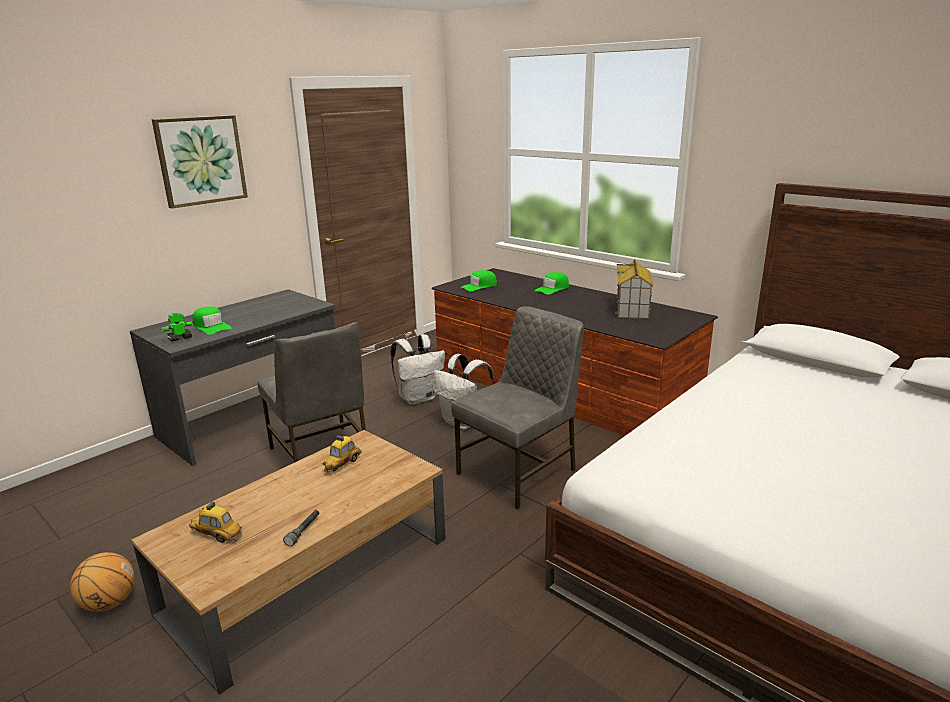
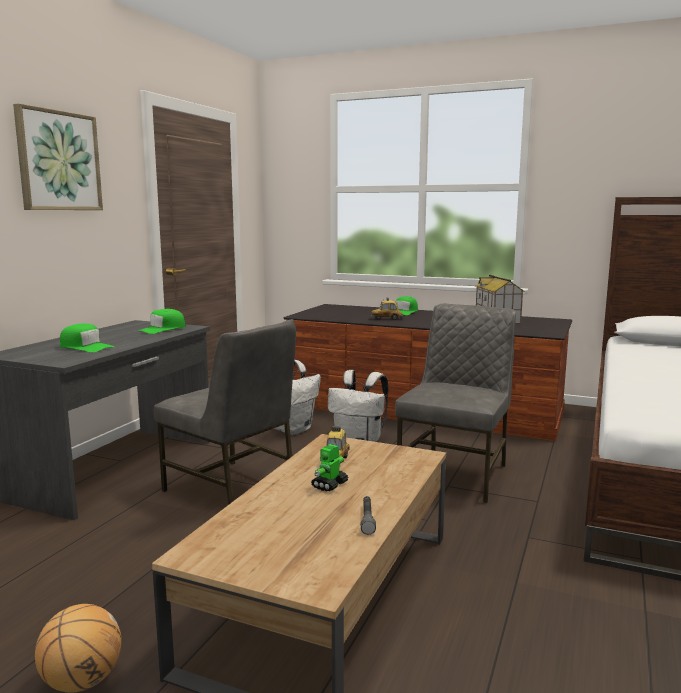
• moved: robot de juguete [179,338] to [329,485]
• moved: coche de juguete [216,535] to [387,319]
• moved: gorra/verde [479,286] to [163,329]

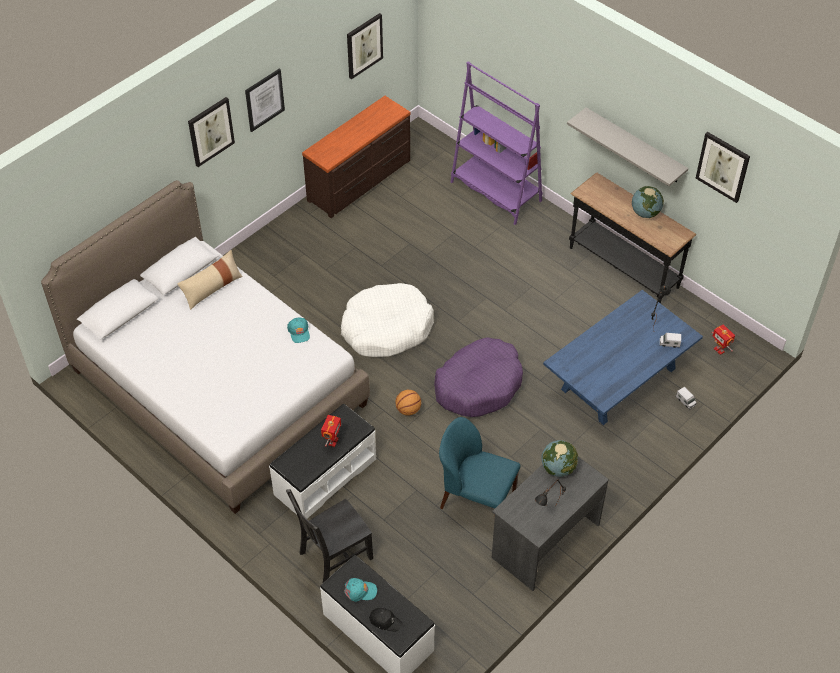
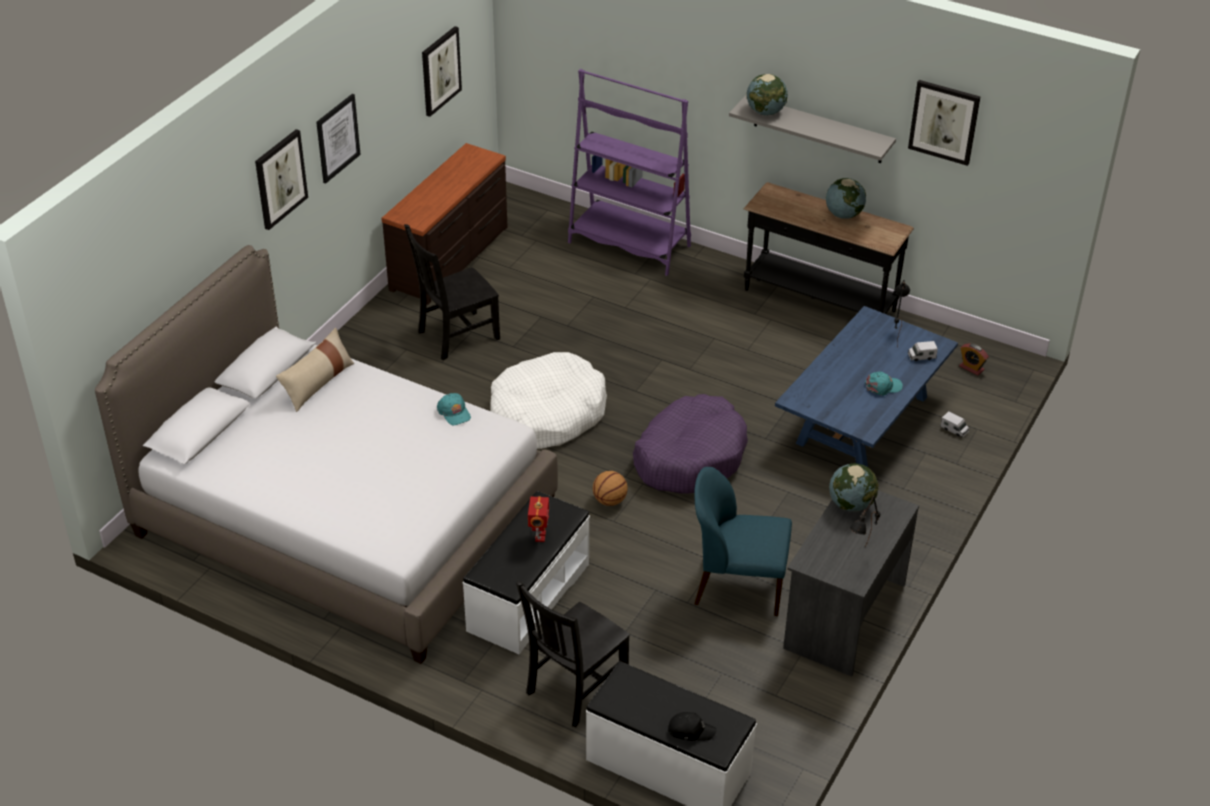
• moved: gorra/turquesa [360,591] to [883,386]
• replaced: robot de juguete [719,350] to despertador [971,368]
• added: silla/negro [456,336]
• added: globo terráqueo [765,112]

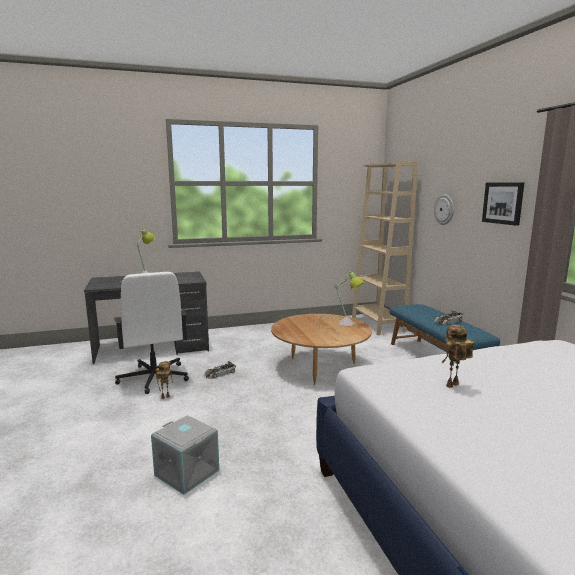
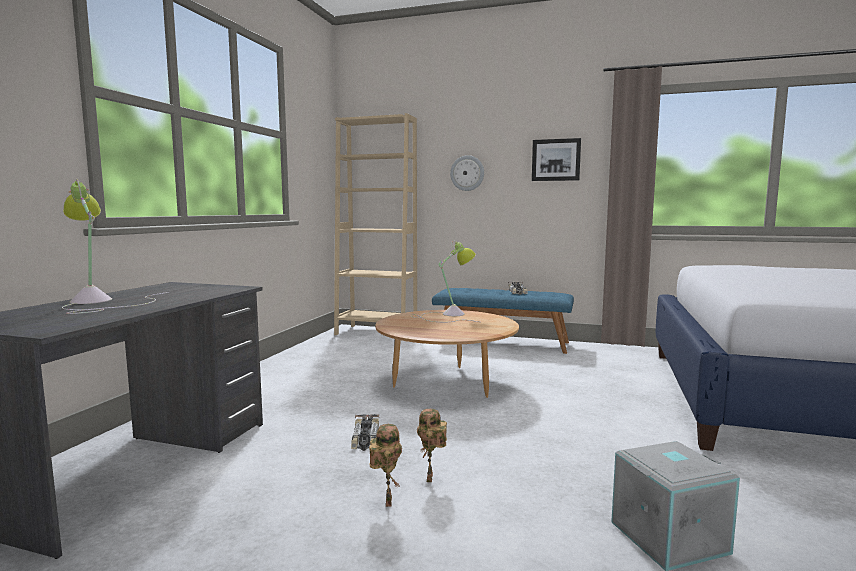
• removed: silla de oficina/blanco [154,378]
• moved: robot de juguete [453,386] to [431,478]

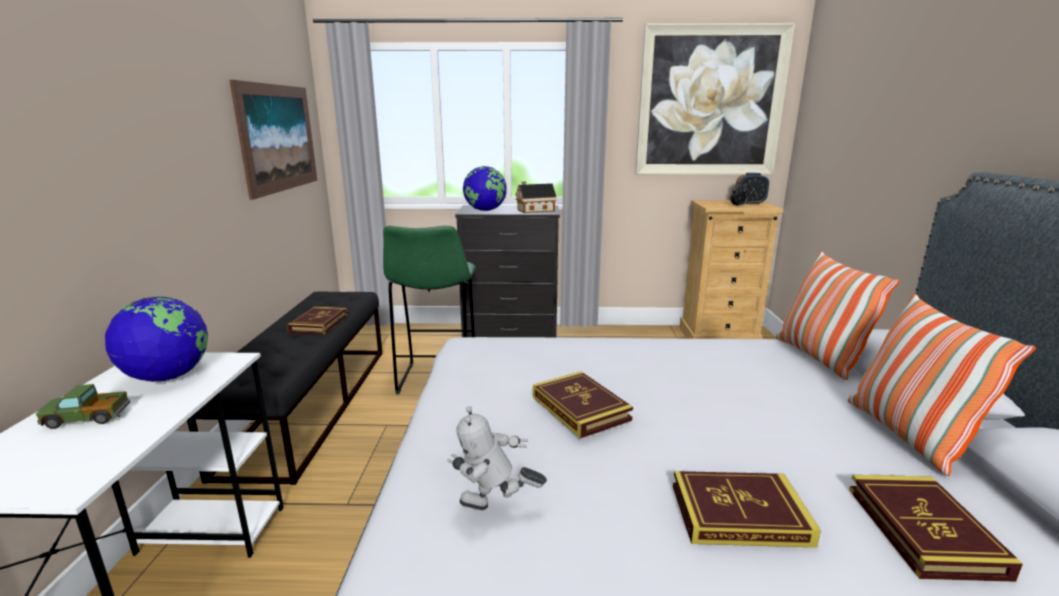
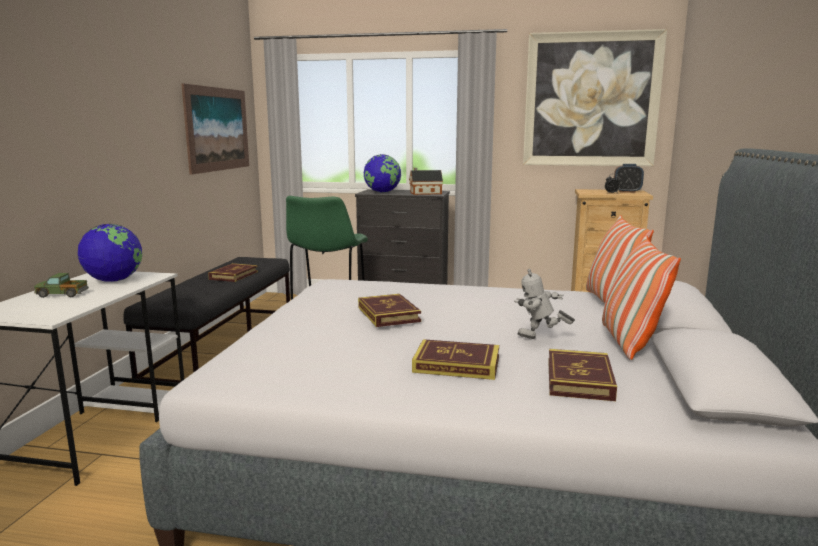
• moved: robot de juguete [495,511] to [540,340]

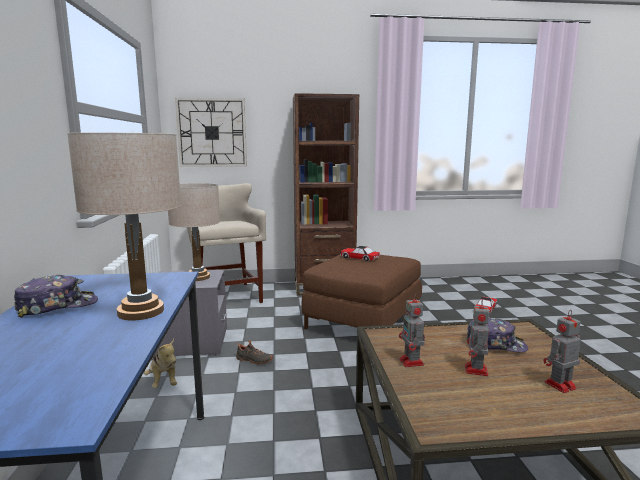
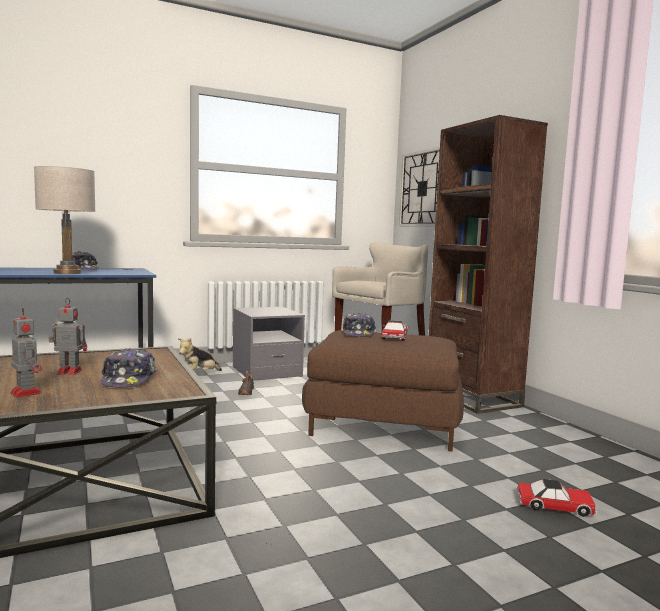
• removed: lámpara de mesa/beis [198,277]
• removed: robot de juguete [412,362]
• added: gorra [358,333]

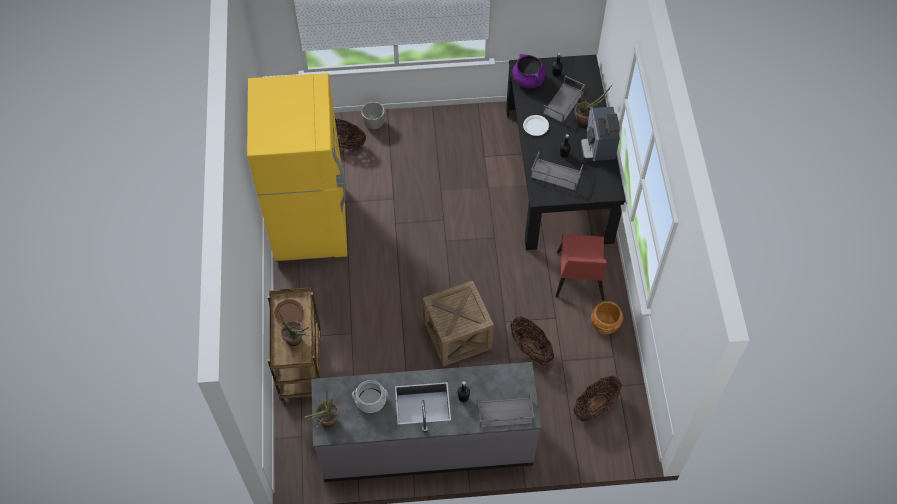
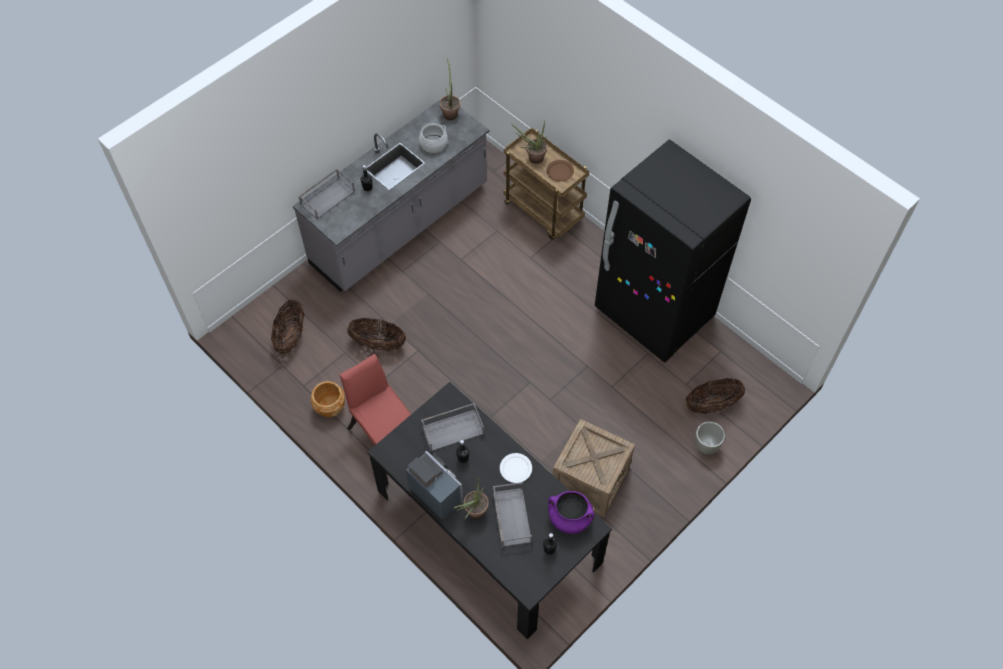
• recoloured: nevera/amarillo [310,224] to nevera/negro [654,313]
• moved: caja de embalaje [457,335] to [590,480]

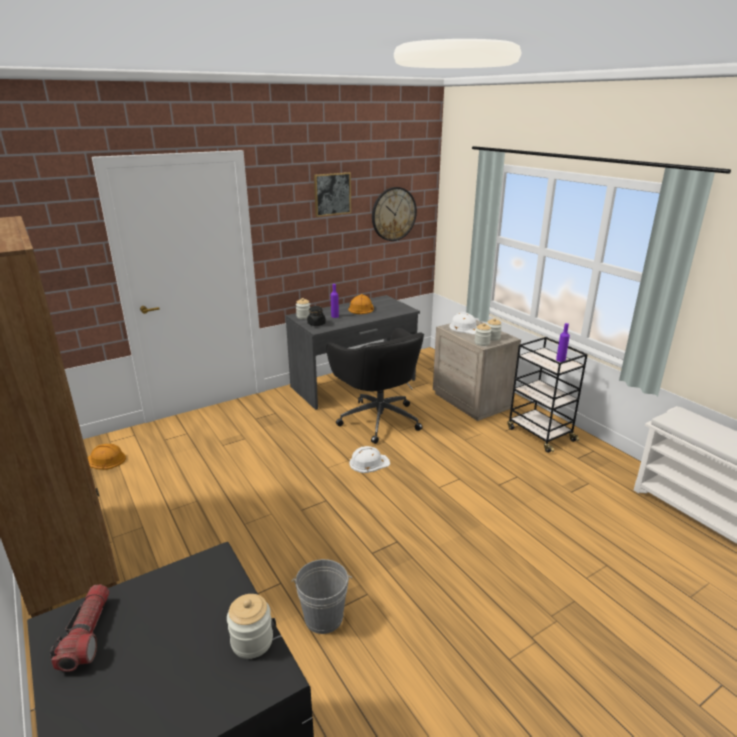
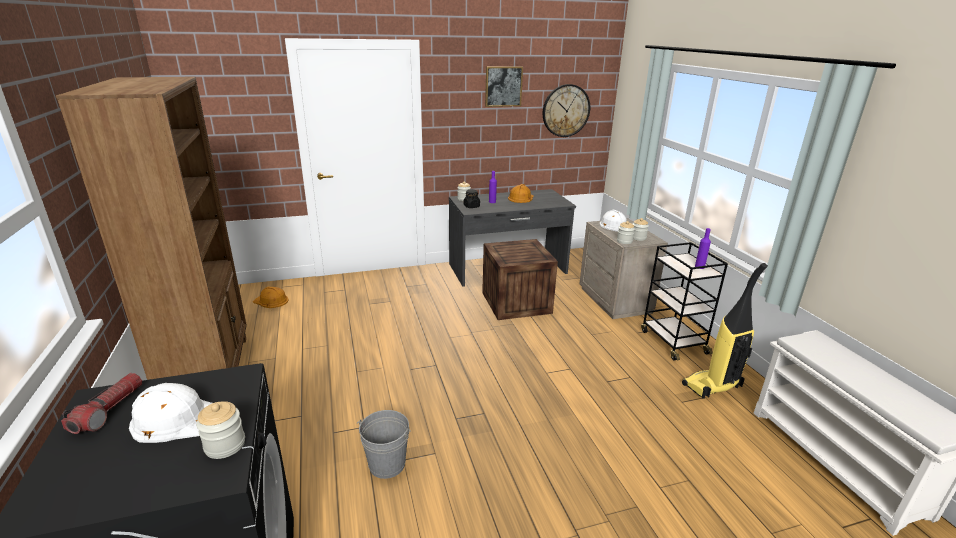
• replaced: silla de oficina/negro [378,419] to caja de embalaje [516,303]
• moved: casco/blanco [369,462] to [176,419]
• added: aspiradora [712,386]

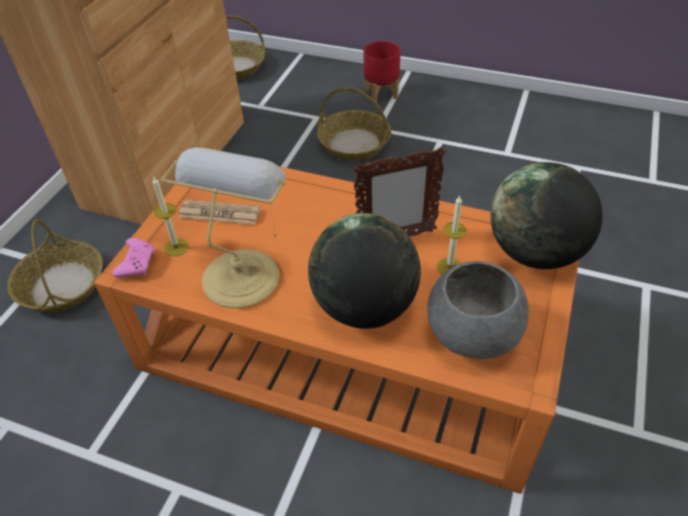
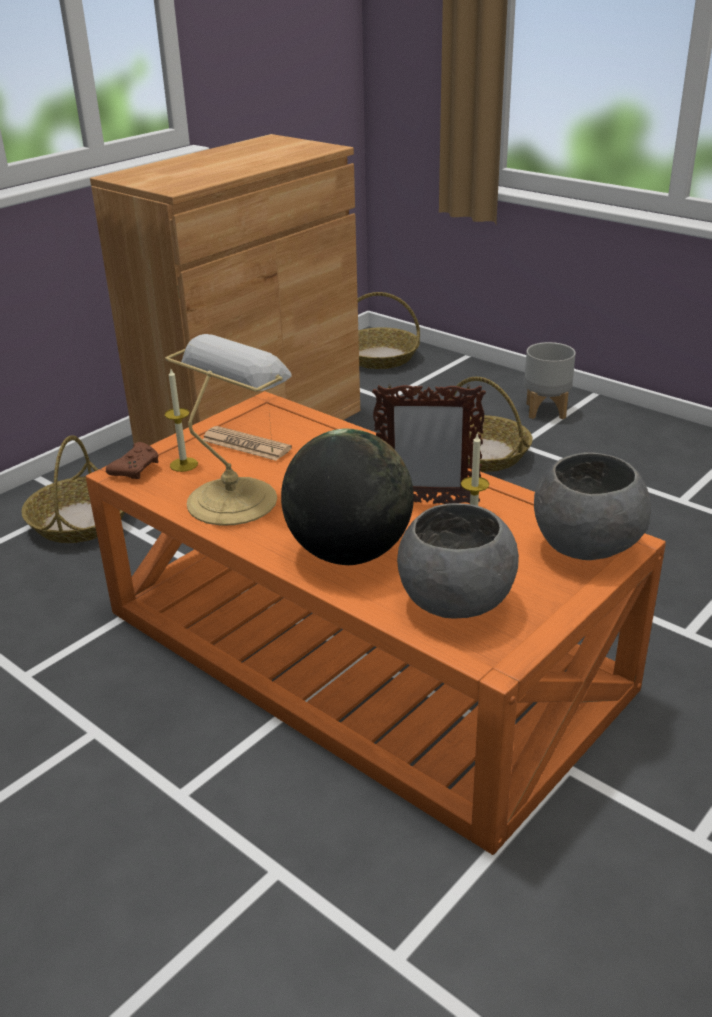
• recoloured: mando de consola/rosa [137,263] to mando de consola/marrón [136,468]
• recoloured: maceta/rojo [381,94] to maceta/gris [546,411]
• replaced: globo terráqueo [535,253] to cuenco/gris [587,547]

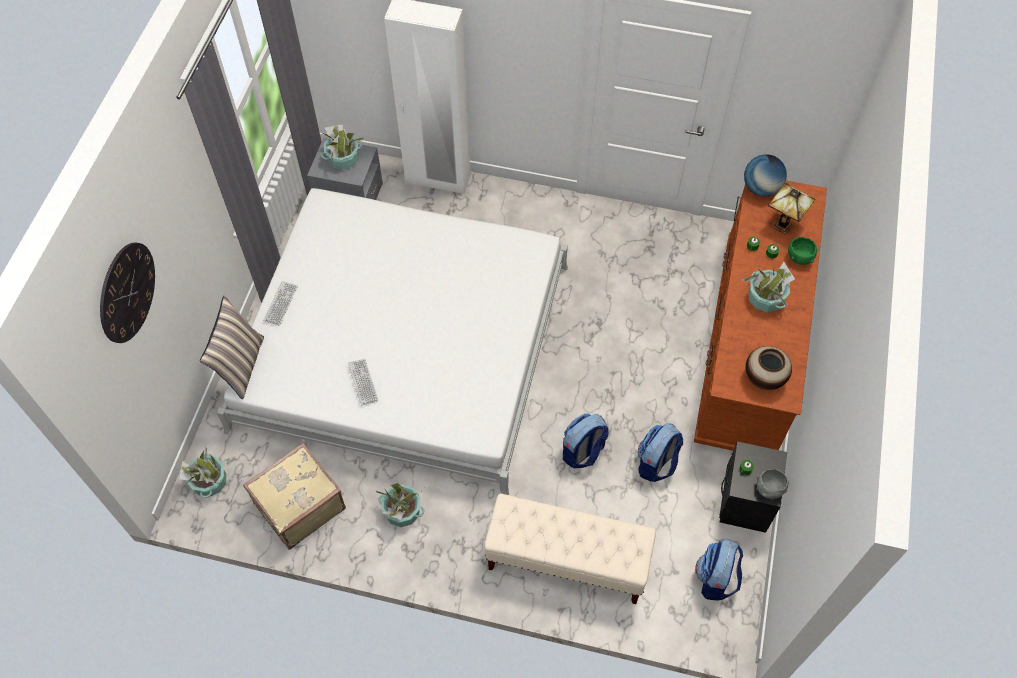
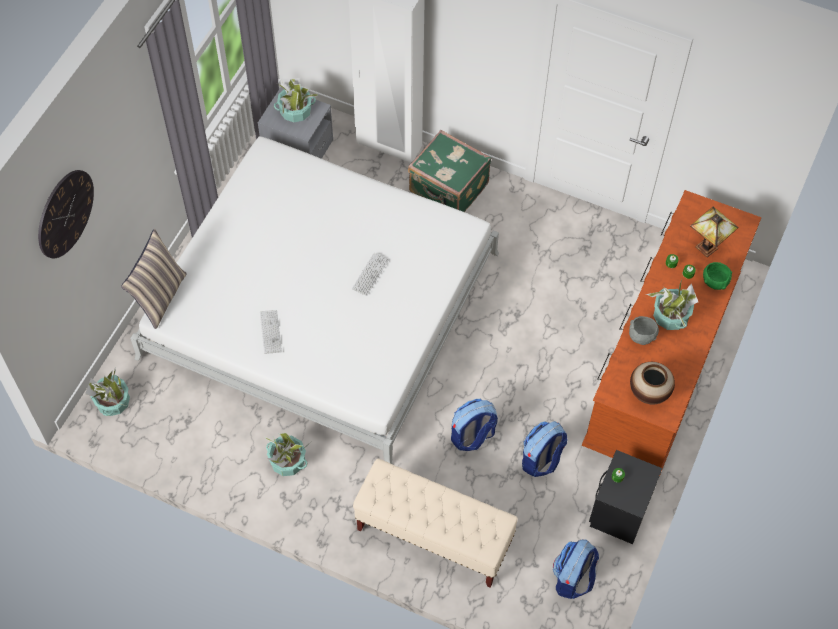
• removed: maleta/beis [298,505]
• moved: teclado [280,303] to [370,275]
• removed: globo terráqueo [761,188]
• moved: cuenco/gris [769,489] to [641,337]
• added: maleta/verde [448,189]

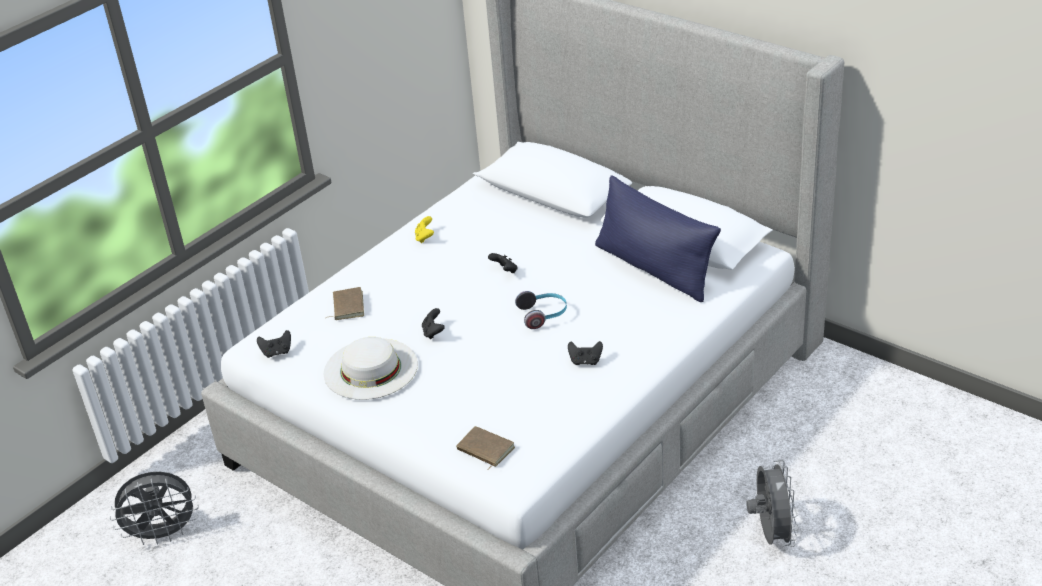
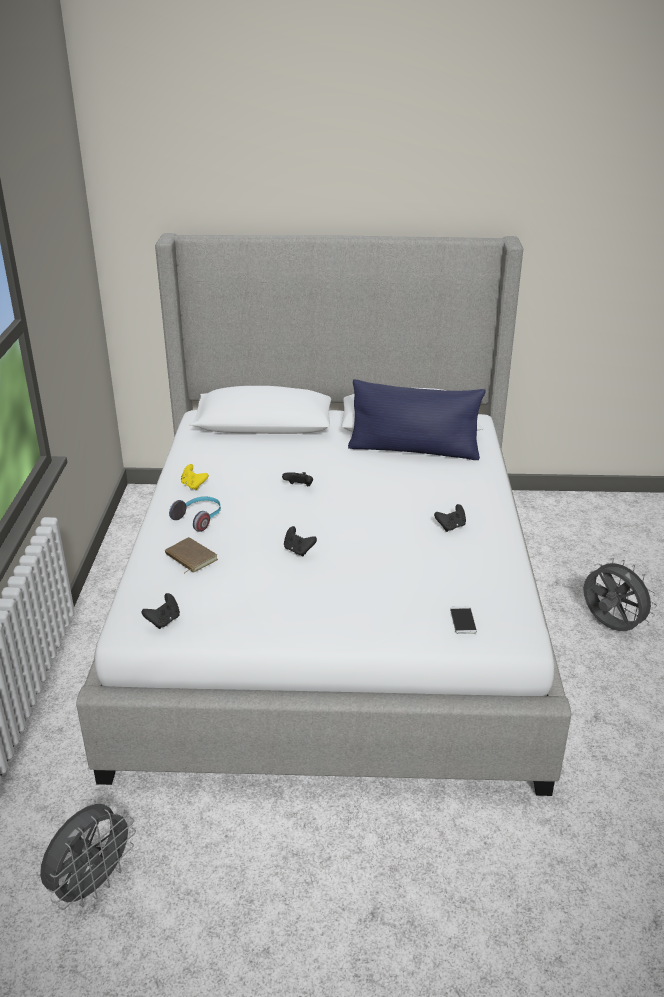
• removed: sombrero/blanco [370,369]
• replaced: libro/marrón [484,450] to móvil [463,620]
• moved: auriculares [543,315] to [199,519]

